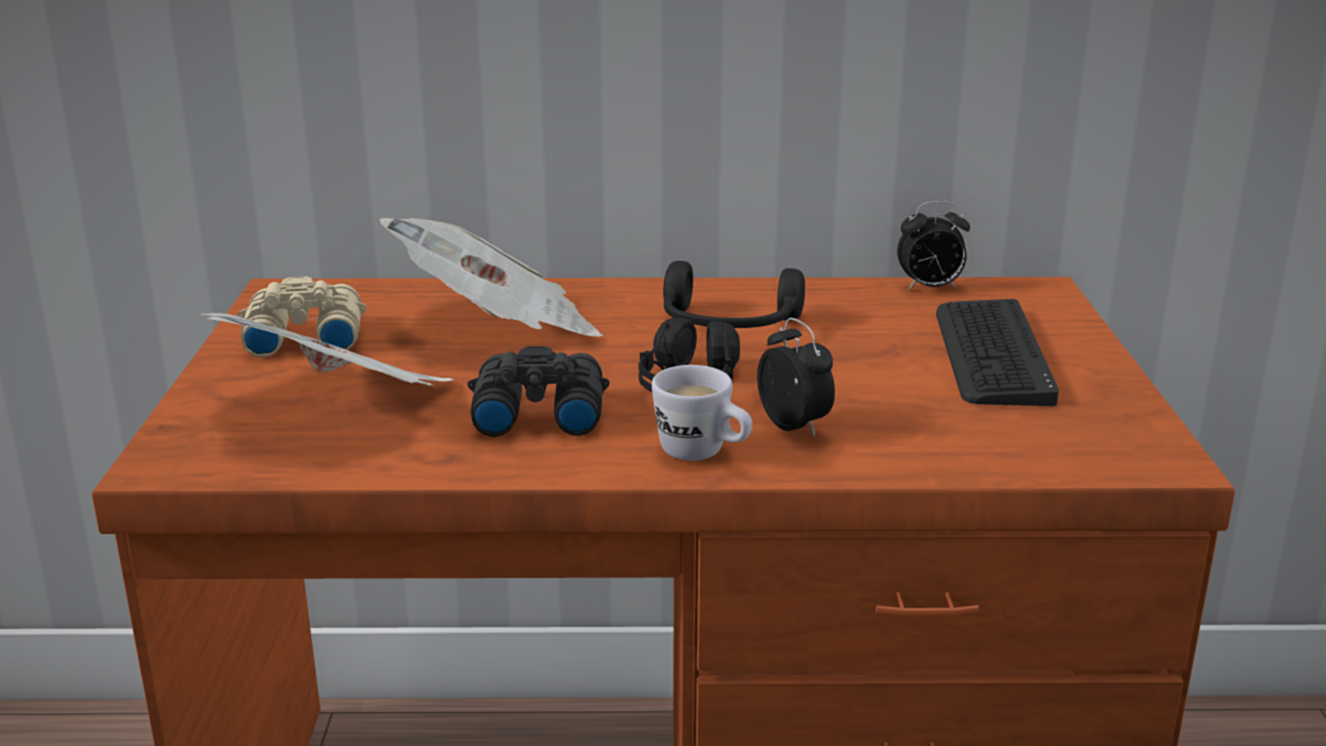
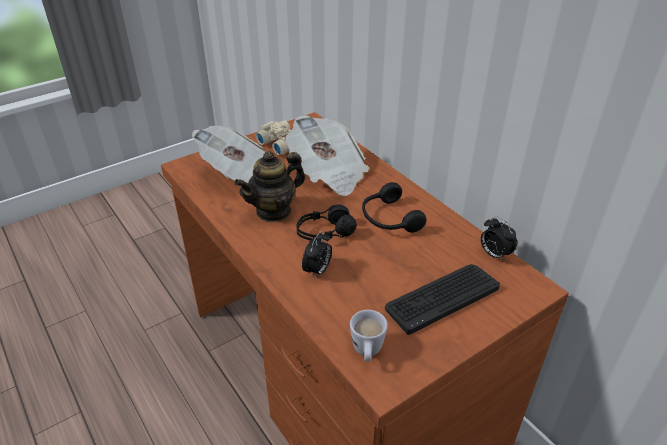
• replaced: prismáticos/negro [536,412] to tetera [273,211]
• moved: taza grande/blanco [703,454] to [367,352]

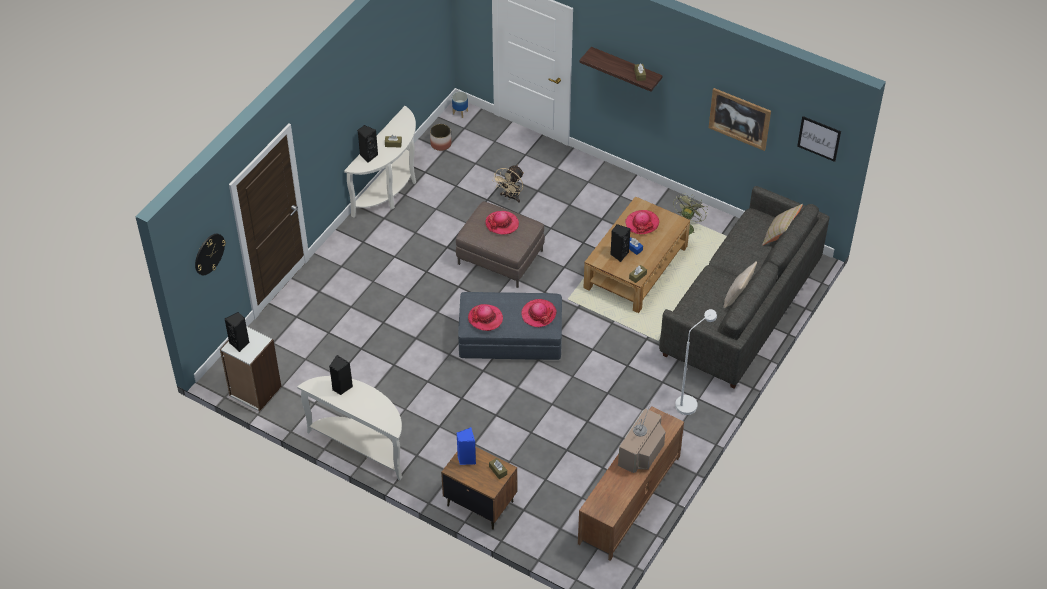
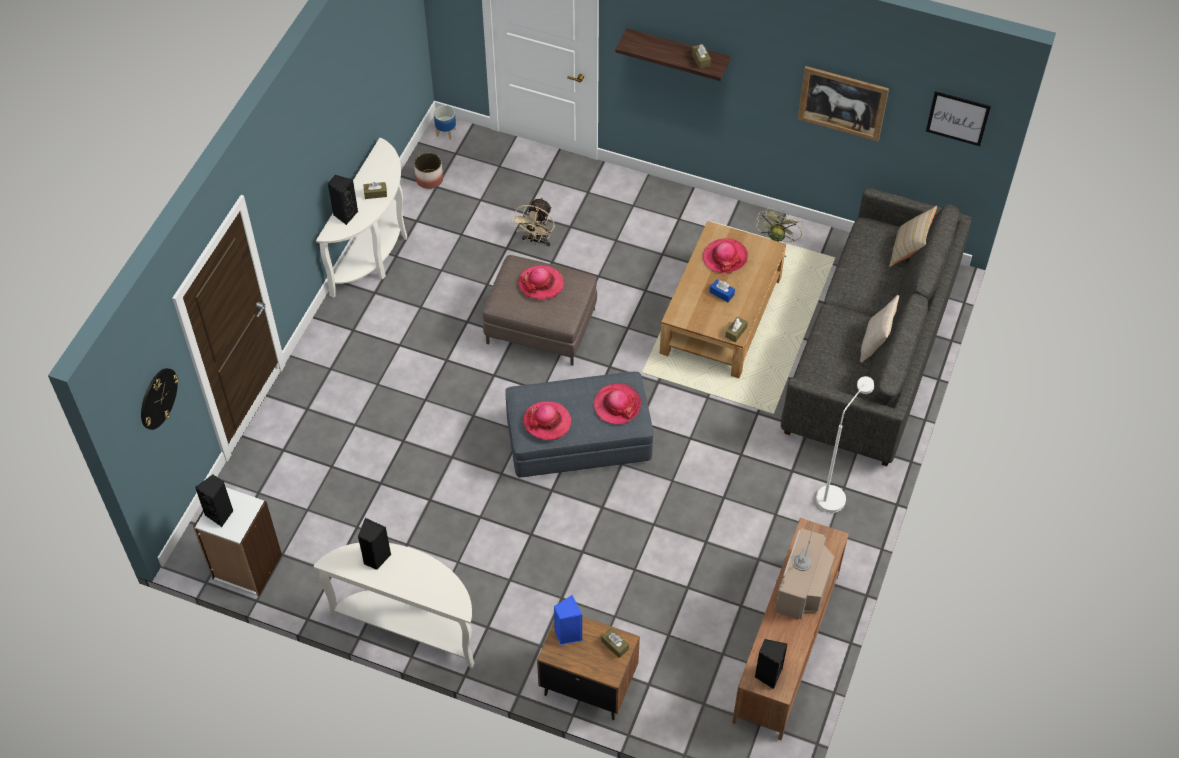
• moved: altavoz/negro [619,254] to [768,675]

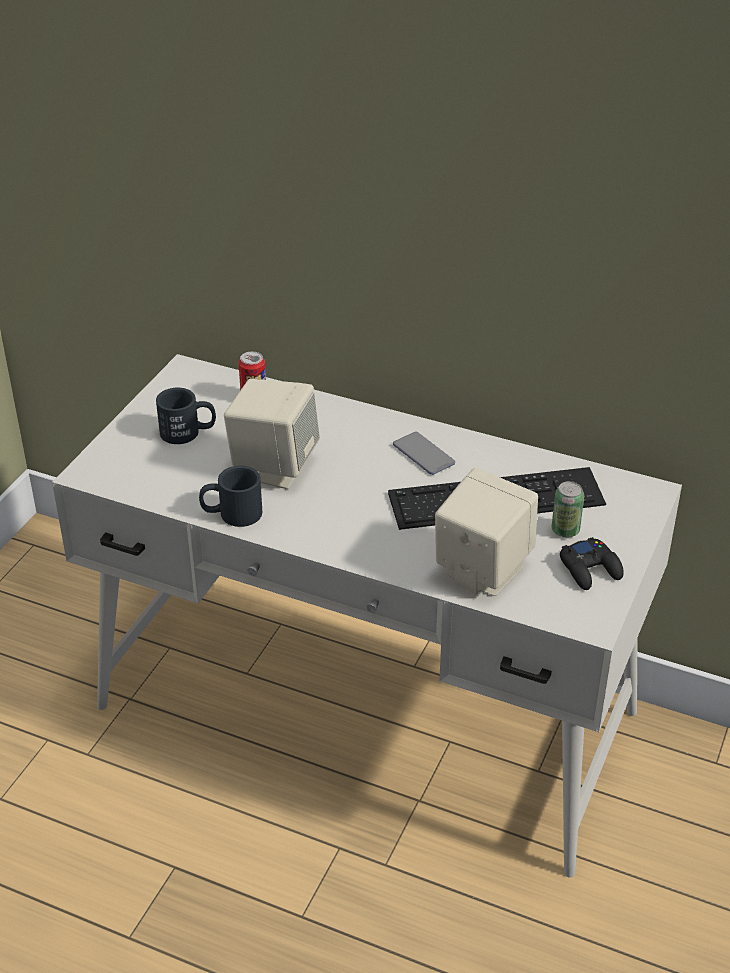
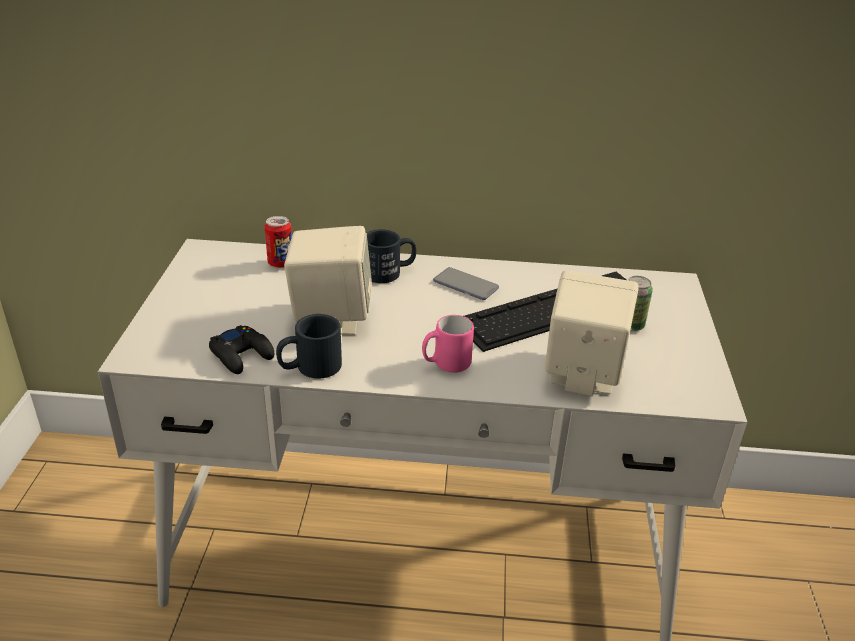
• moved: taza grande/negro [188,432] to [389,272]
• moved: mando de consola/negro [590,569] to [242,355]
• added: taza grande/rosa [446,364]

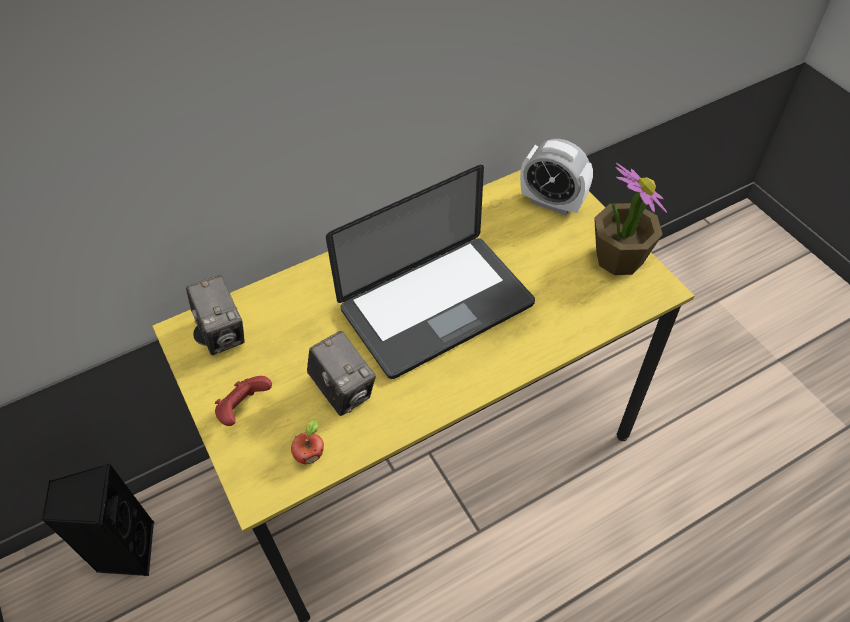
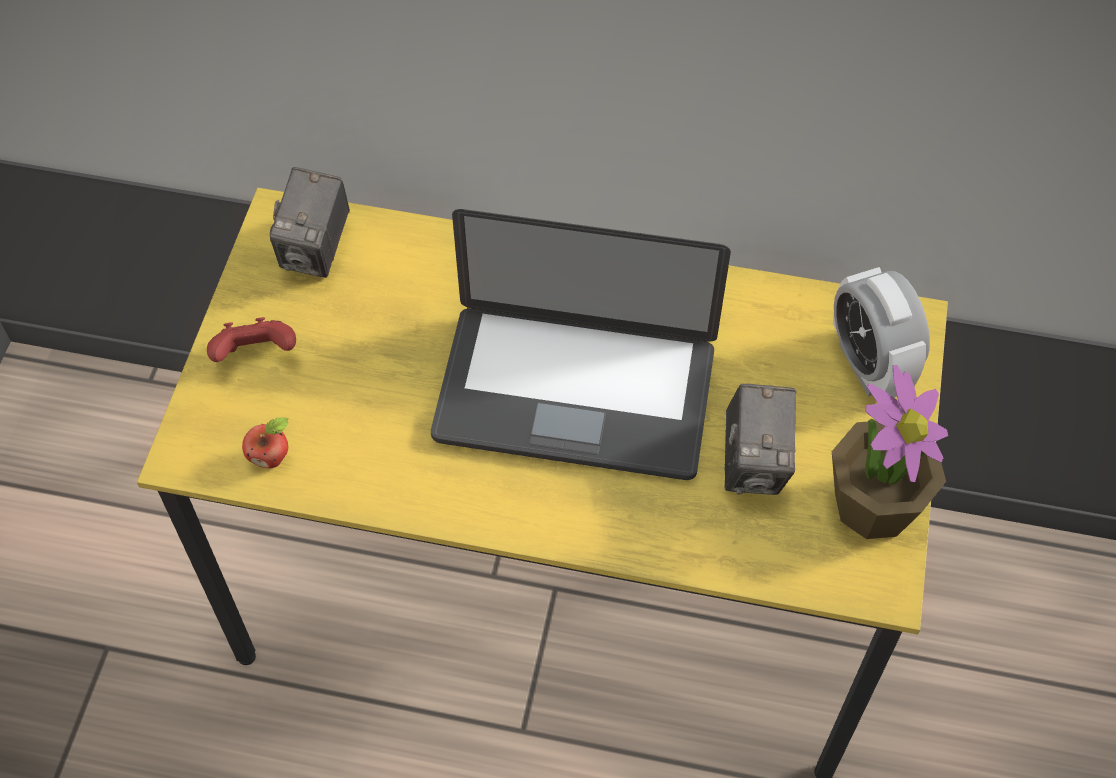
• removed: altavoz/negro [126,550]
• moved: cámara [343,390] to [754,463]

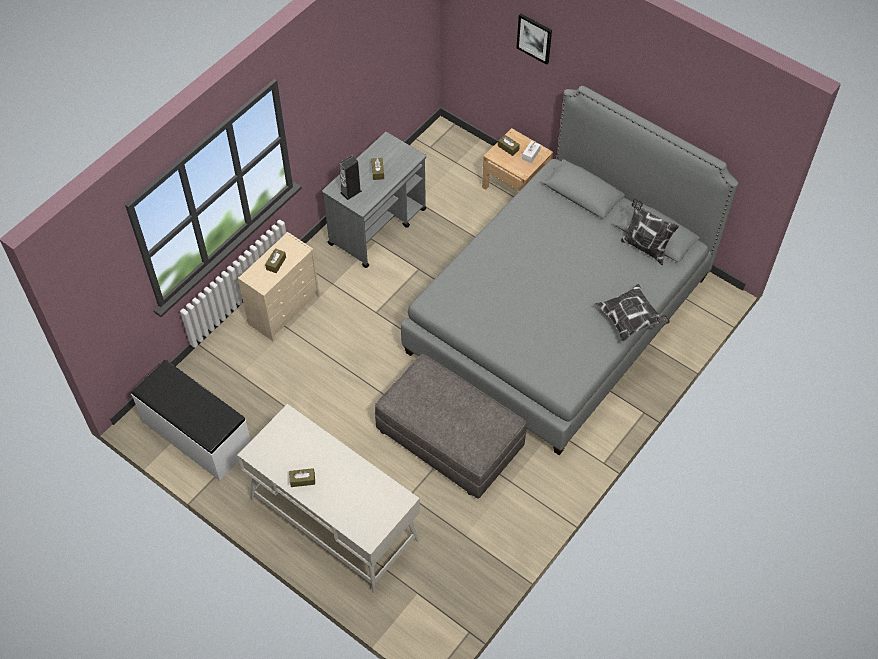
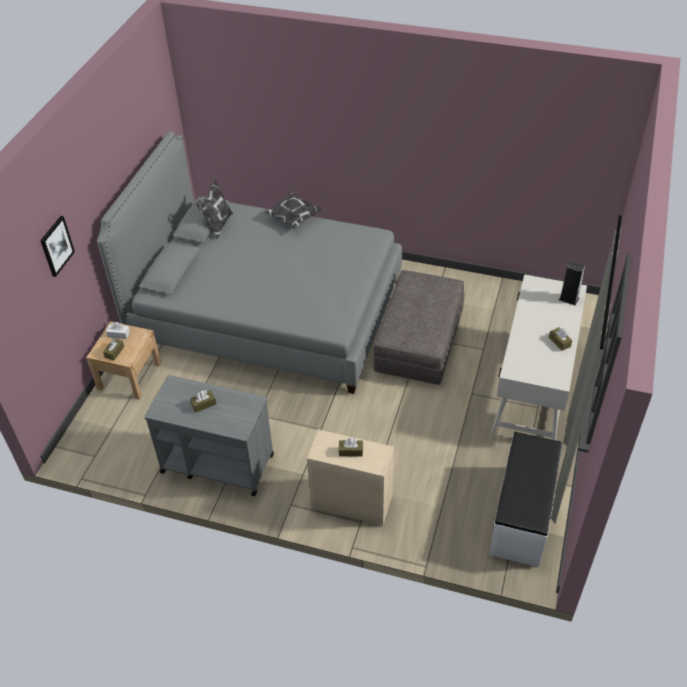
• moved: altavoz [351,192] to [568,299]

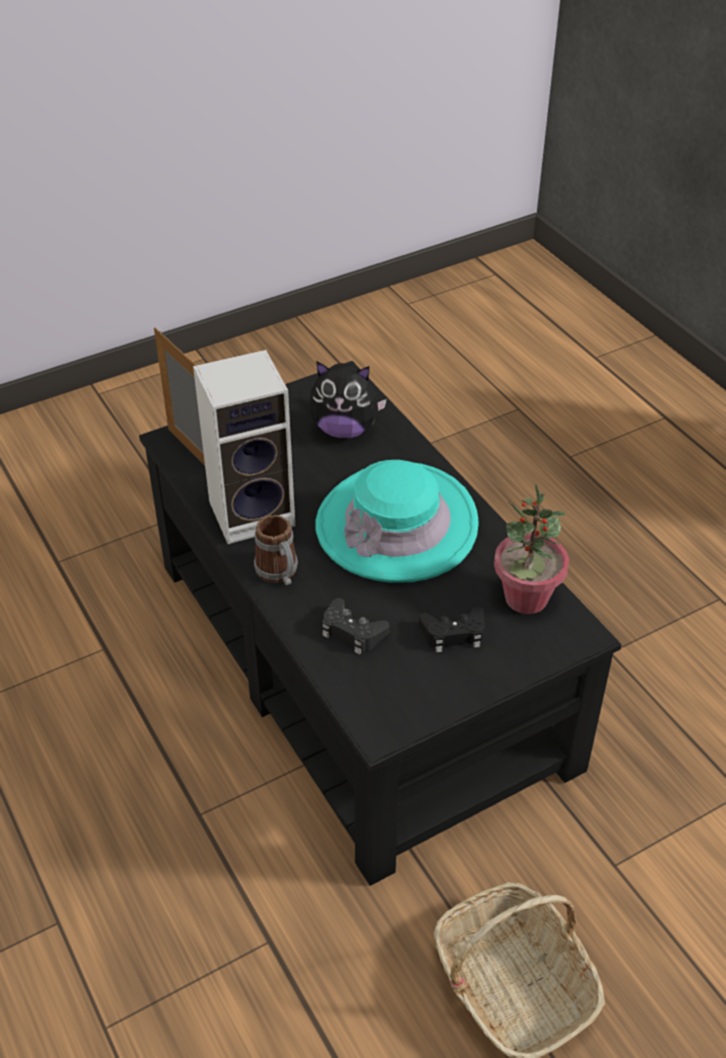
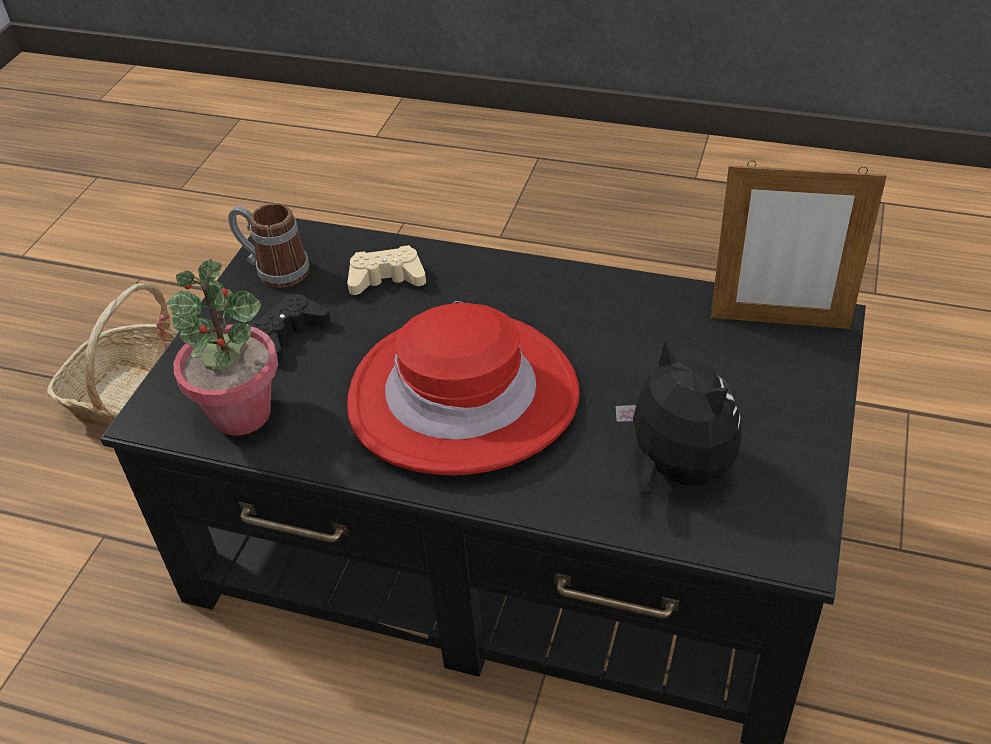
• removed: altavoz [254,512]
• moved: taza grande [280,573] to [274,269]
• turned: peluche [345,429] = [675,470] 90 degrees clockwise
• recoloured: sombrero/turquesa [396,525] to sombrero/rojo [463,396]
• recoloured: mando de consola/negro [352,631] to mando de consola/beis [386,279]

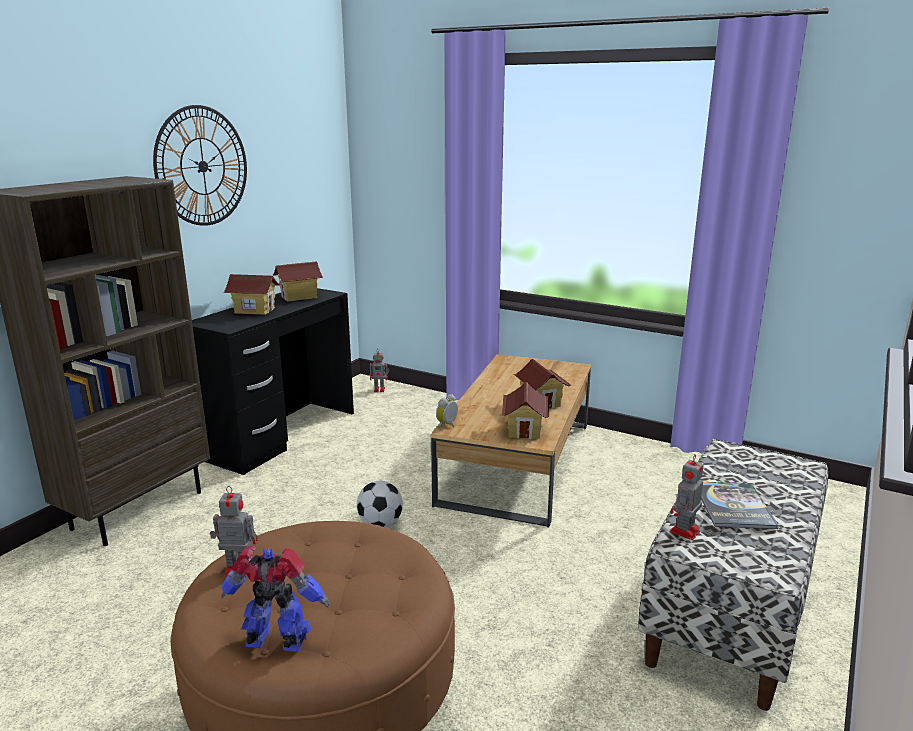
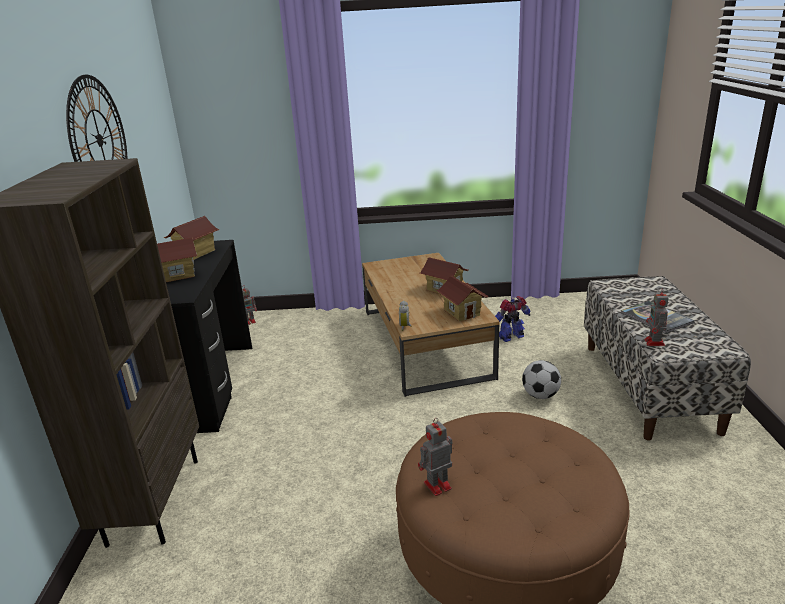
• moved: robot de juguete [277,641] to [512,337]
• moved: balón de fútbol [381,524] to [541,395]

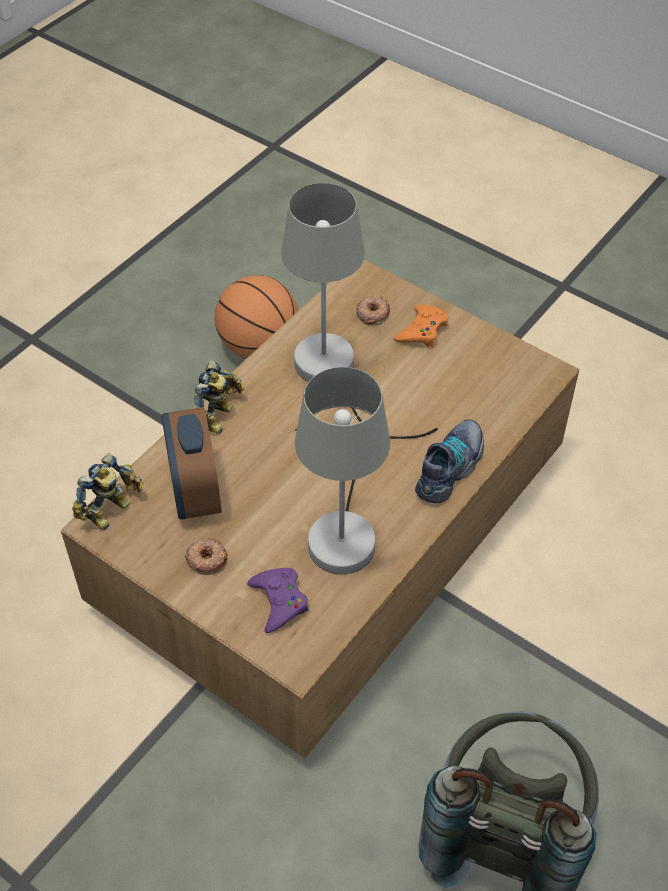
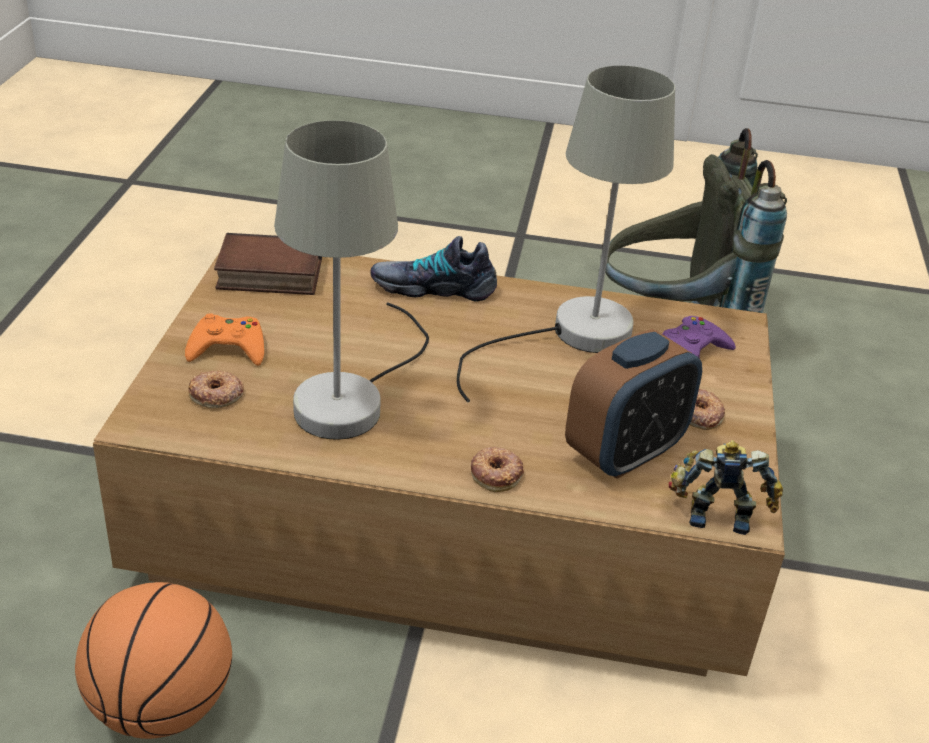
• replaced: robot de juguete [219,417] to rosquilla [496,473]
• added: libro [268,275]

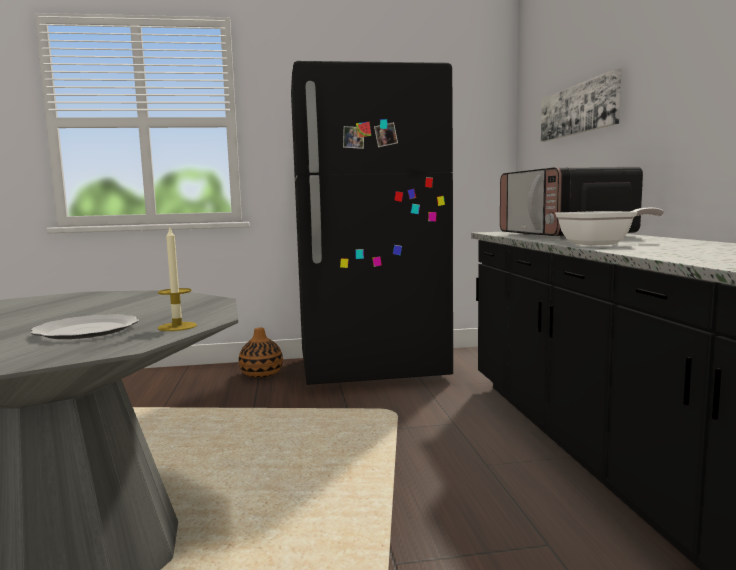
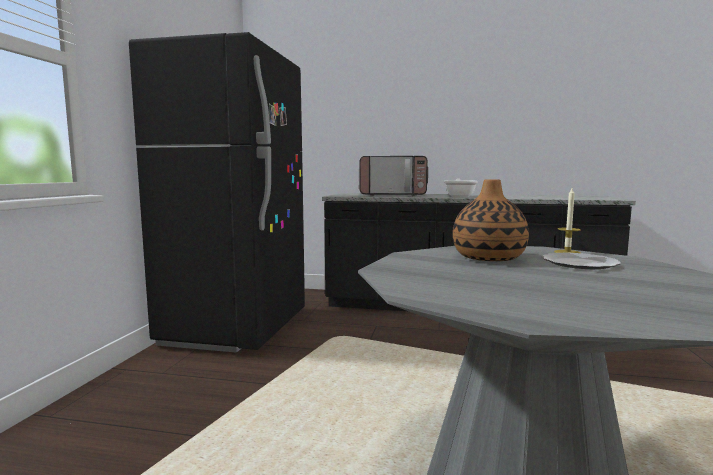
• moved: florero [261,374] to [489,258]
• removed: cuadro [579,109]

